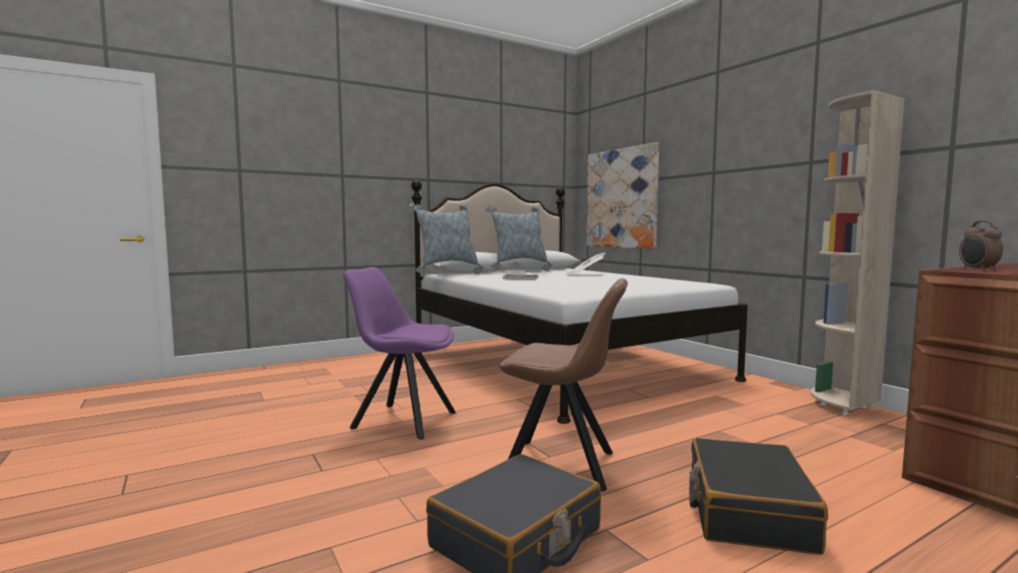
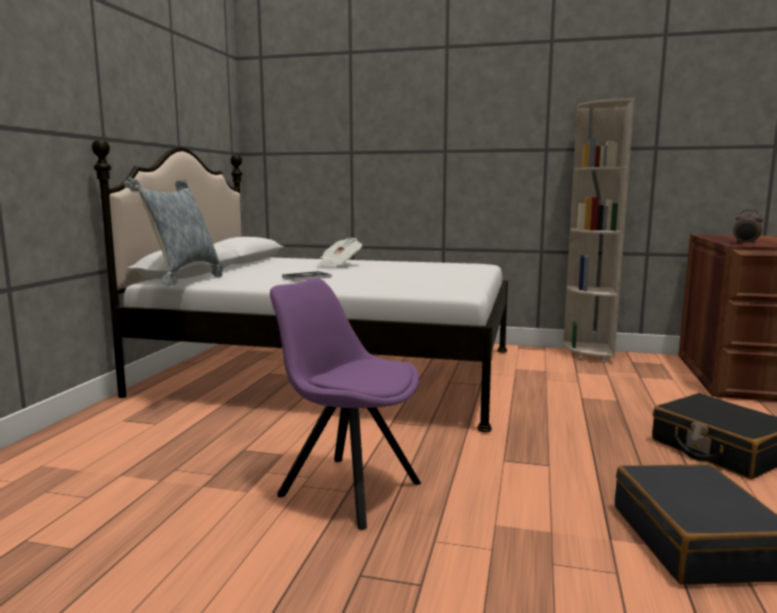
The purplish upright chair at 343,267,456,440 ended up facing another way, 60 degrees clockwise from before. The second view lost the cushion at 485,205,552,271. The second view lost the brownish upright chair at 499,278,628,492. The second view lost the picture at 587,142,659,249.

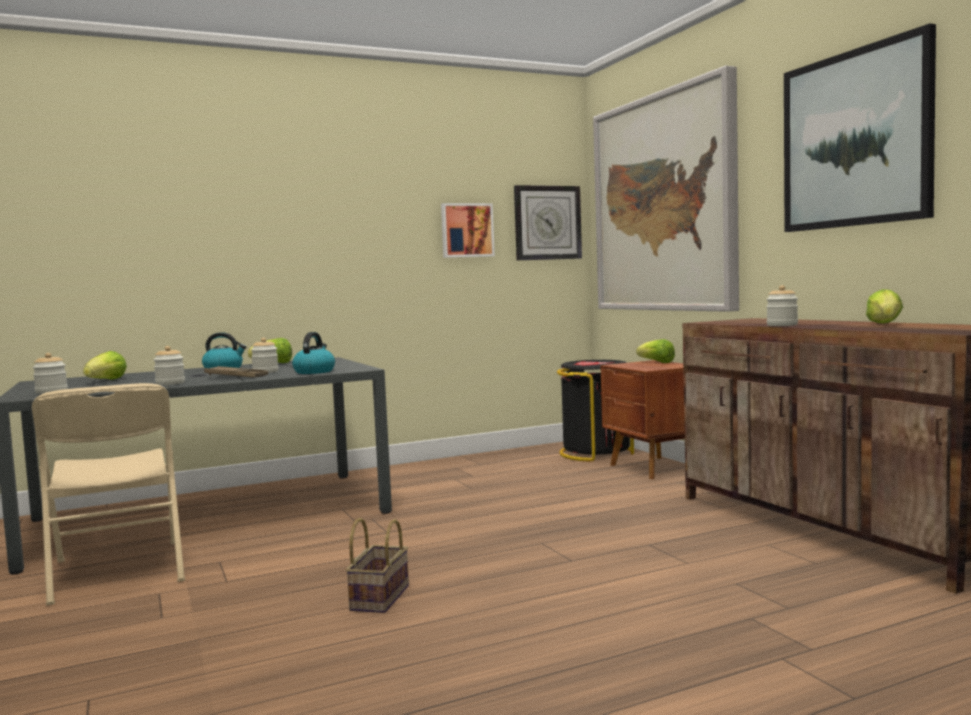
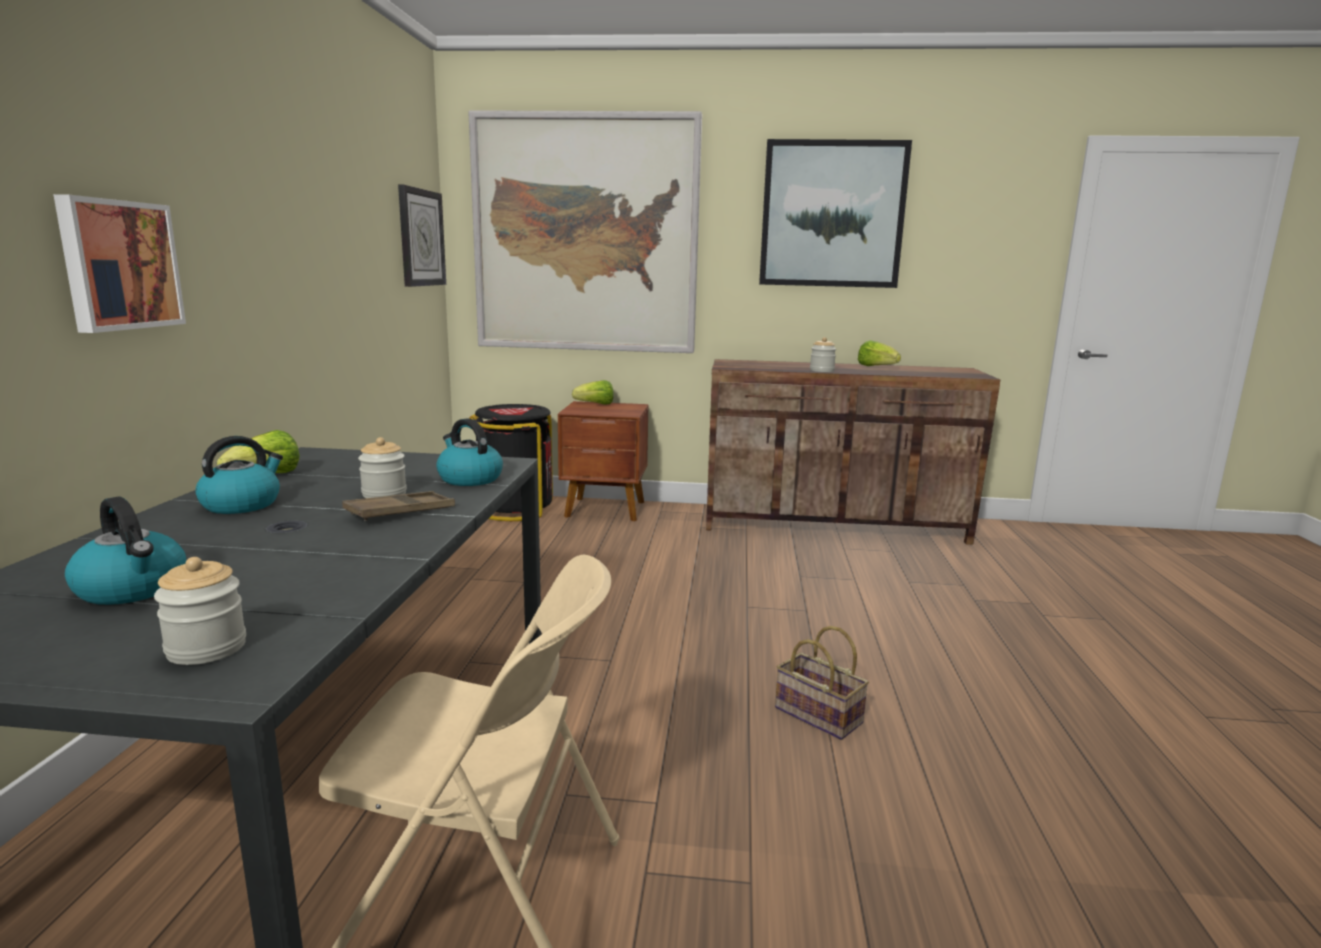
Where the head of lettuce stood at 83,351,127,380, the kettle came to stand at 65,497,186,605. The second view lost the preserve jar at 153,346,185,385. The picture ended up elsewhere, having gone from 441,203,495,258 to 53,194,186,333.

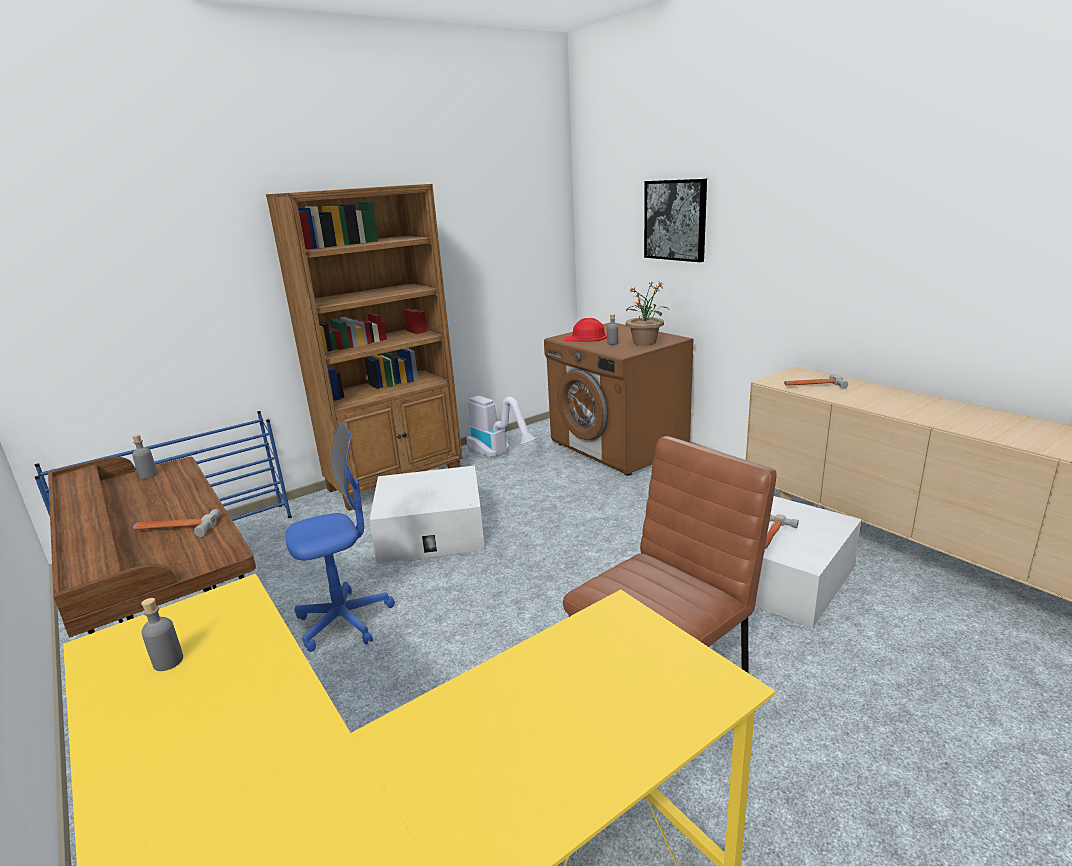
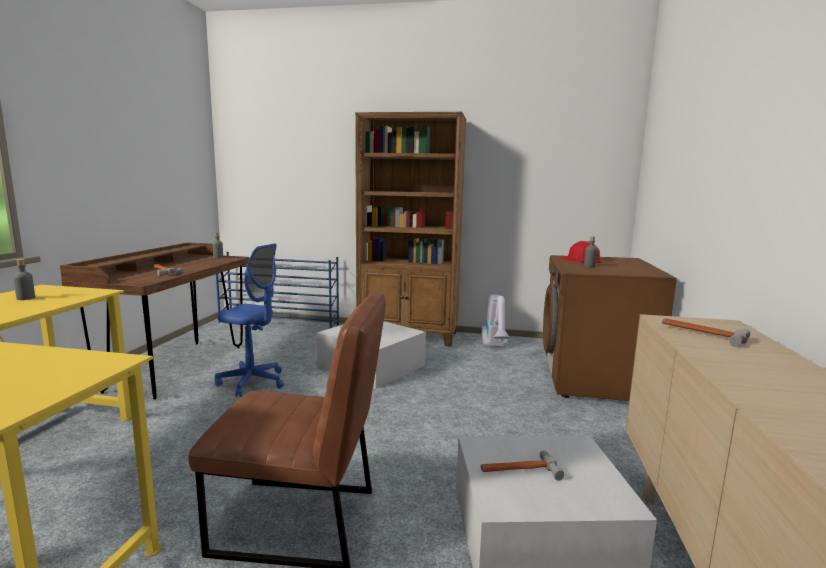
The second view lost the plant in a pot at 626,281,669,346. The second view lost the picture at 644,179,707,262.

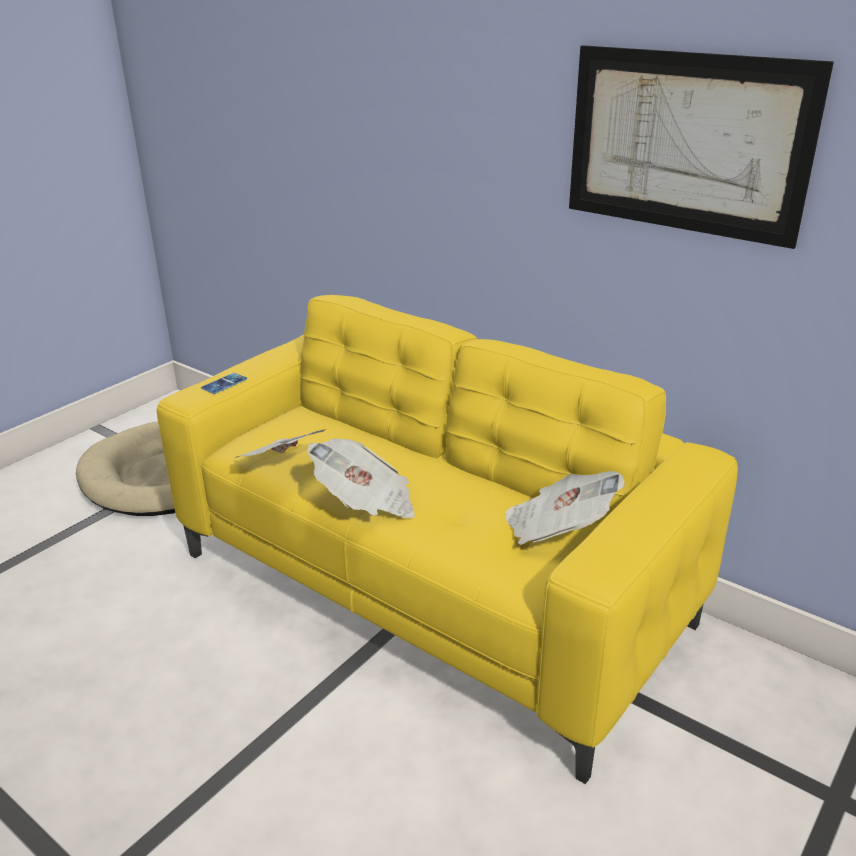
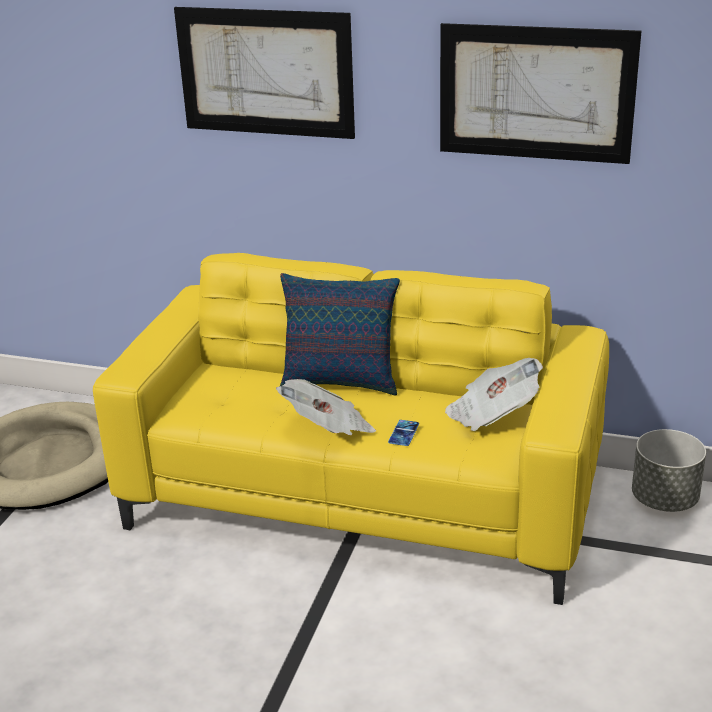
The phone ended up elsewhere, having gone from 201,373,247,394 to 388,420,419,446. The second view lost the printed paper at 234,429,326,458. The second view gained the picture at 174,7,355,139. The second view gained the bluish cushion at 280,273,400,395. The second view gained the greyish flower pot at 632,429,706,512.

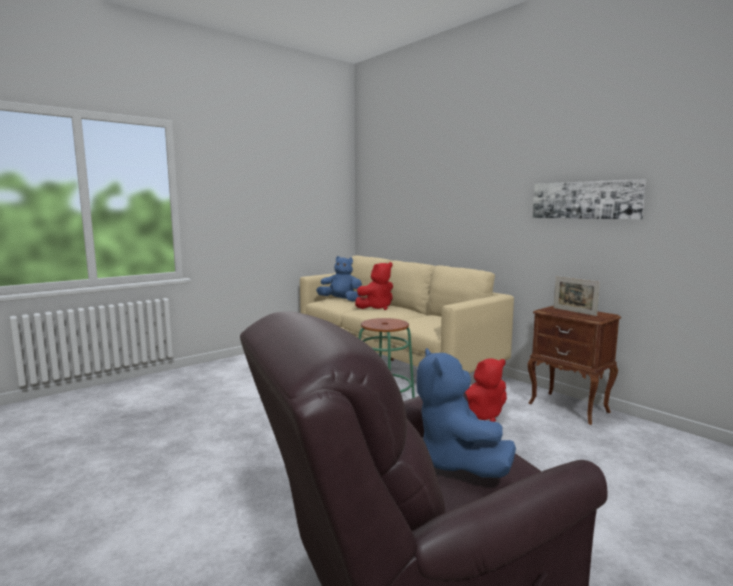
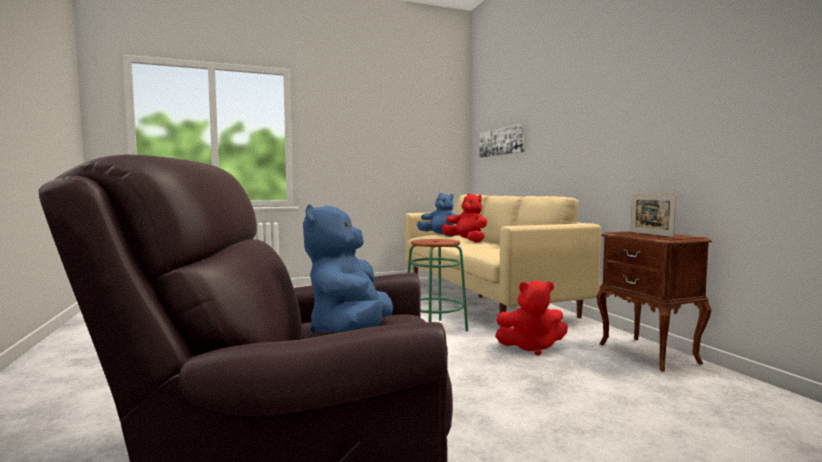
The reddish plush toy at 355,262,393,310 ended up facing another way, 120 degrees counterclockwise from before. The picture ended up elsewhere, having gone from 532,179,647,220 to 479,123,525,158.

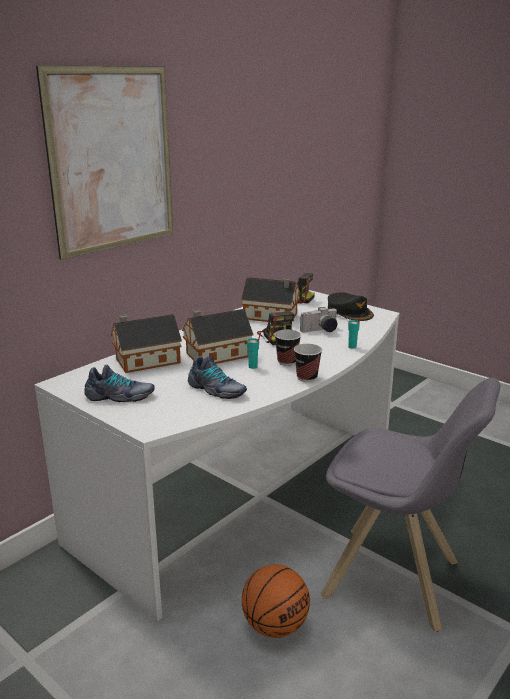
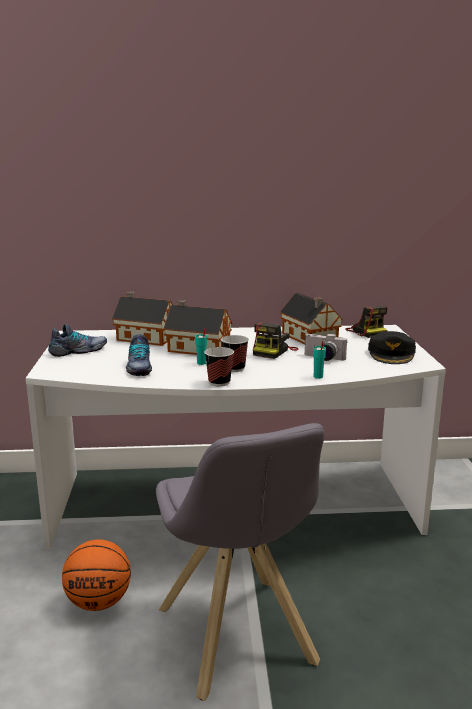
The second view lost the picture at 36,66,173,260. The shoe at 84,365,155,402 ended up facing another way, 75 degrees counterclockwise from before.

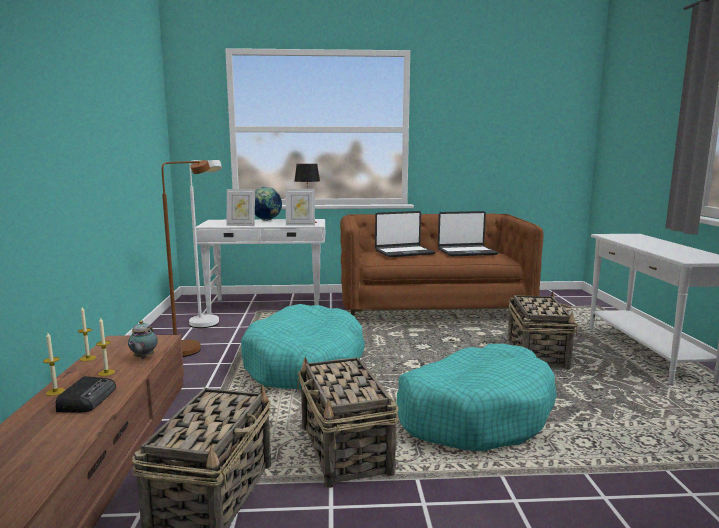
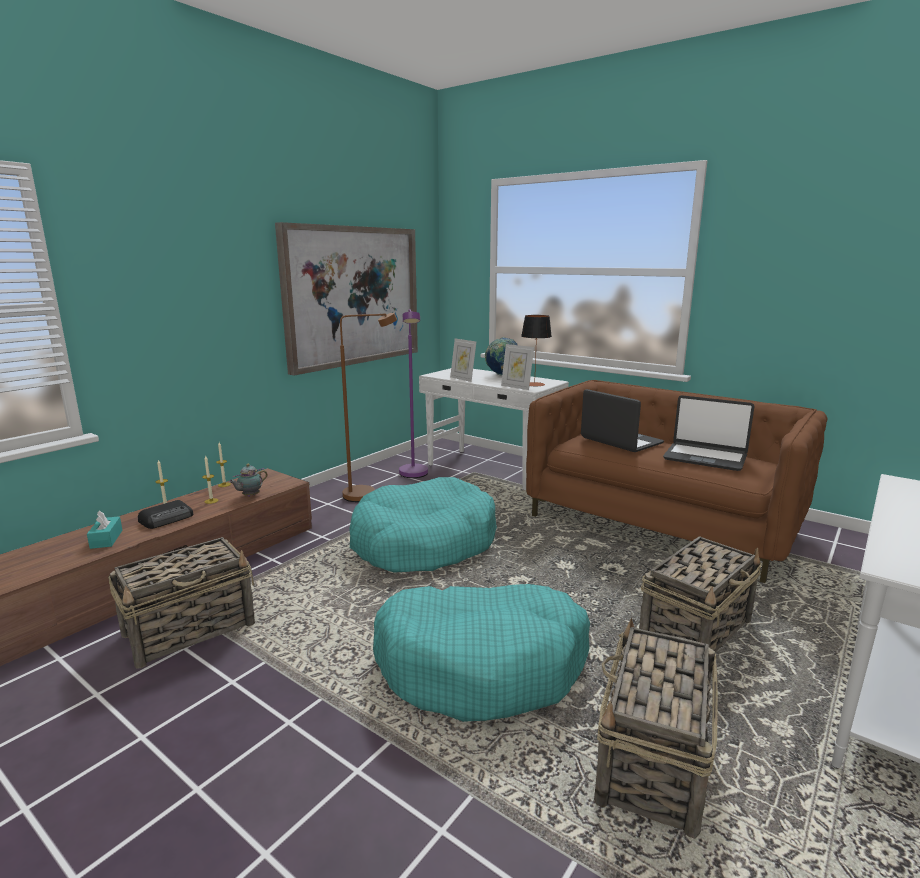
What was the white standard lamp at 189,160,222,328 turned into the purplish standard lamp at 399,309,428,478. The storage basket ended up elsewhere, having gone from 297,357,399,488 to 594,618,718,839. The laptop at 375,211,436,257 ended up facing another way, 150 degrees counterclockwise from before. The second view gained the blue-green tissue holder at 87,510,122,549. The second view gained the picture at 275,222,418,375.

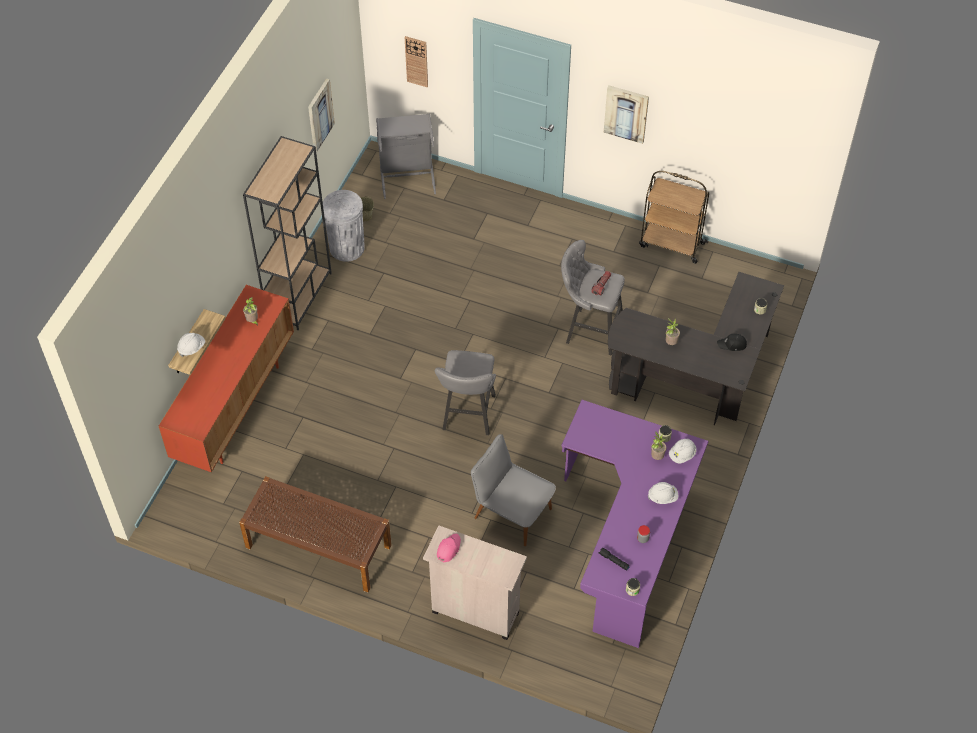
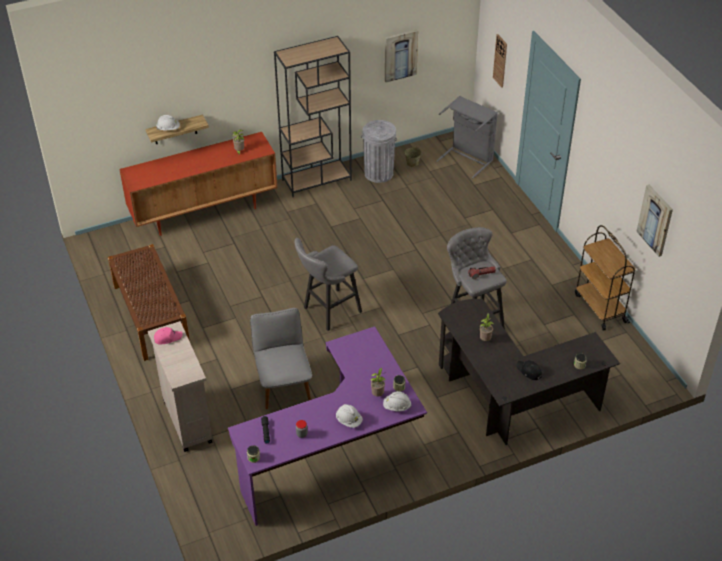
The picture ended up elsewhere, having gone from 603,85,649,144 to 636,185,673,257.

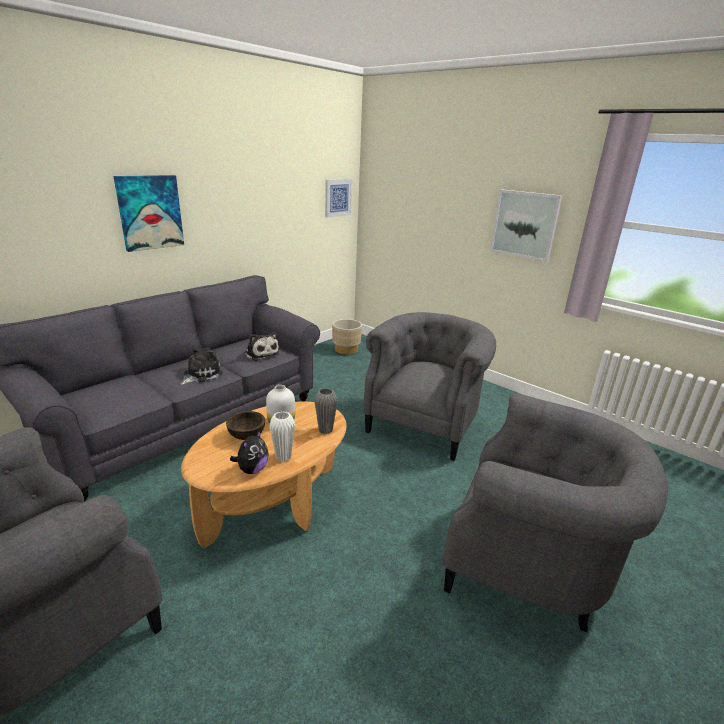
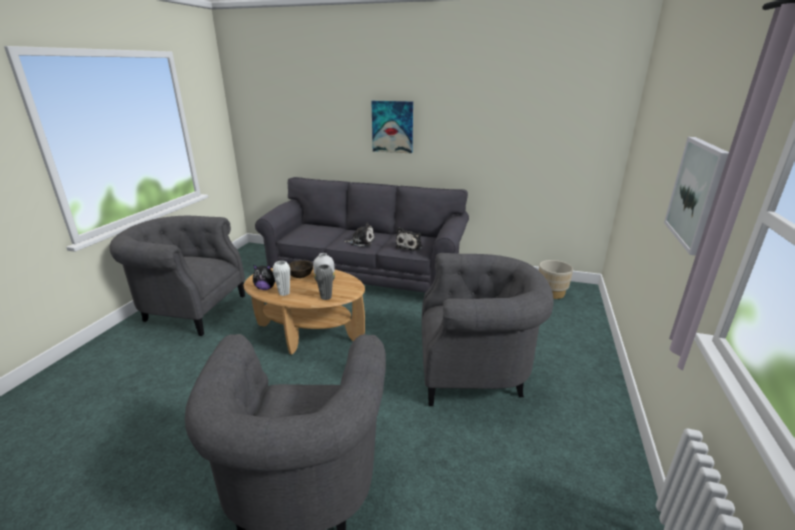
The second view lost the picture at 325,179,353,218.

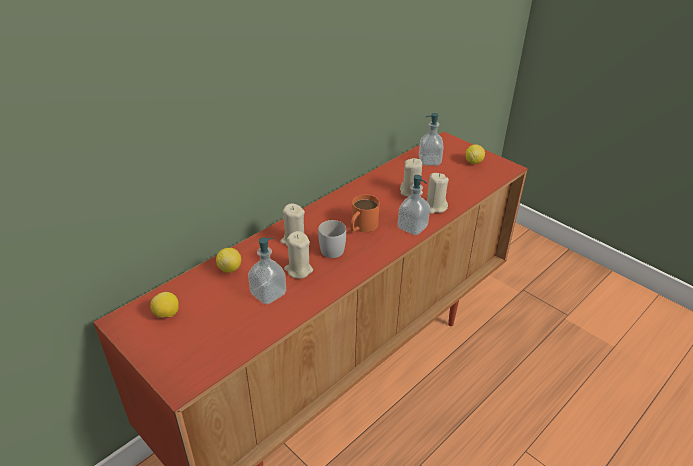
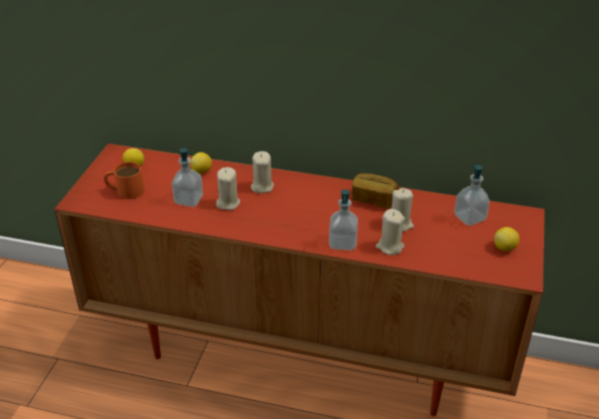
The second view lost the white tea mug at 318,220,346,258. The orange-coloured tea mug ended up elsewhere, having gone from 351,194,380,232 to 104,162,144,199. The second view gained the bakery bread at 352,173,399,209.

